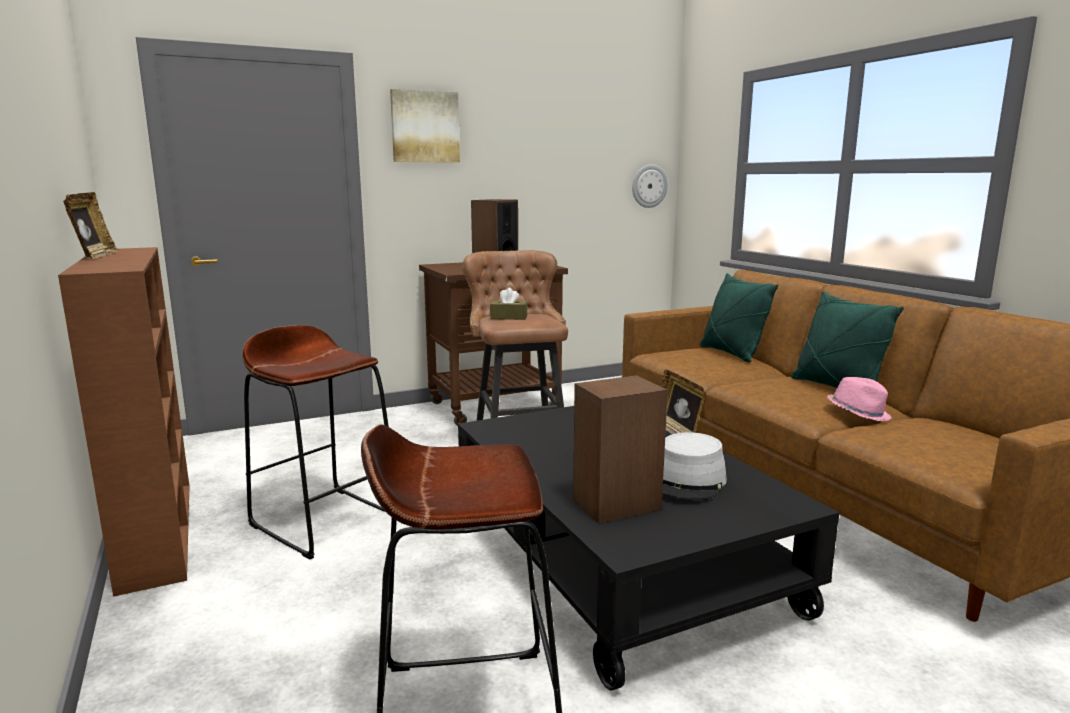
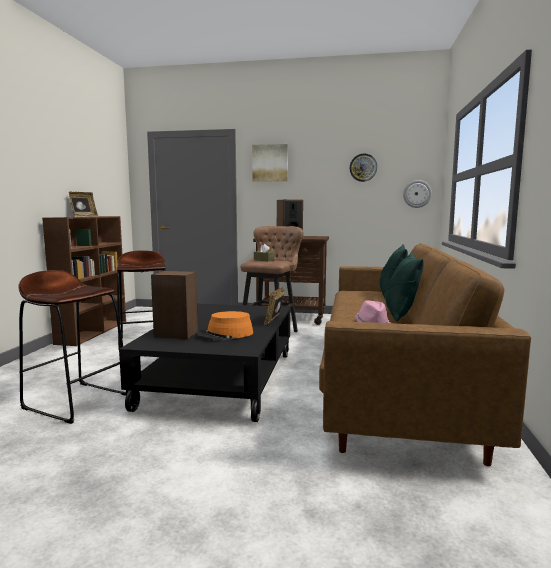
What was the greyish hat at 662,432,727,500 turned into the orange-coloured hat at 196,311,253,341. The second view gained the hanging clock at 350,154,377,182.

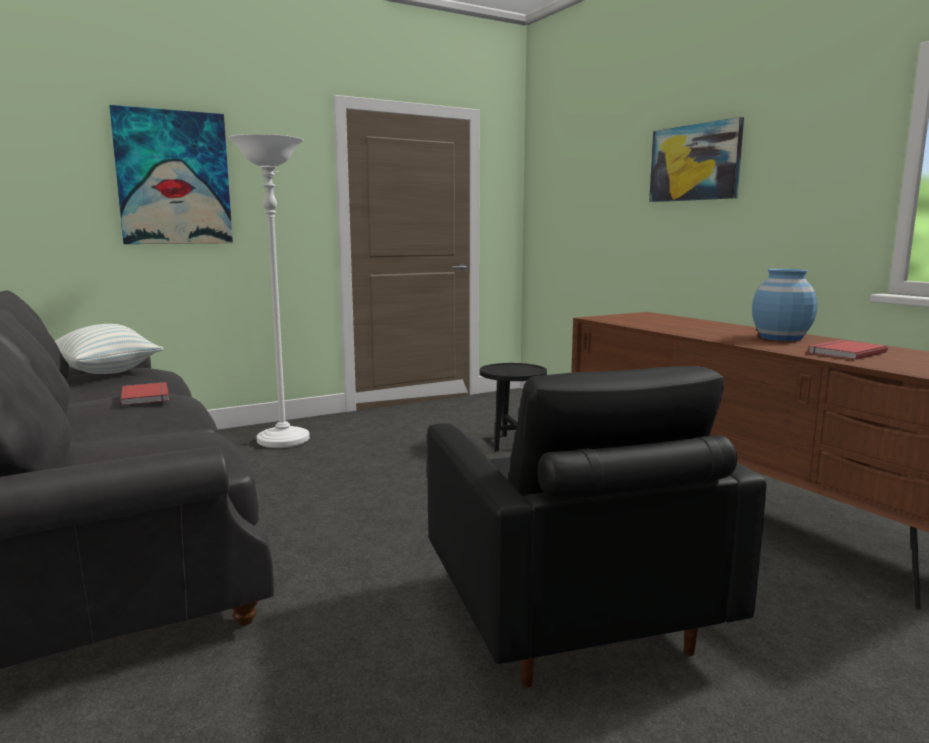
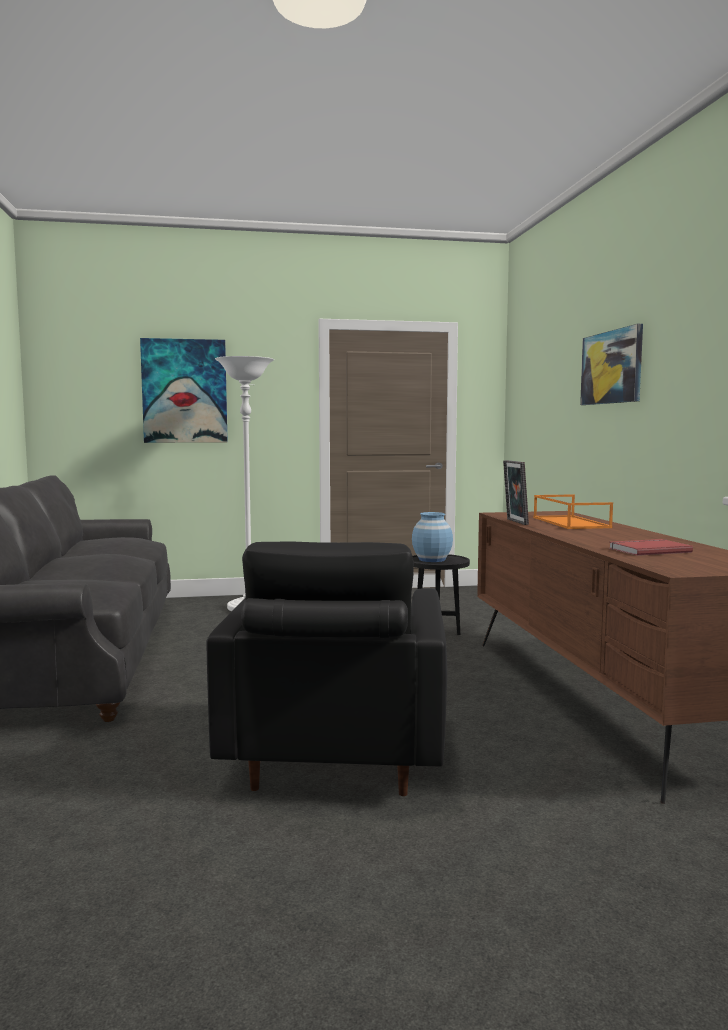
The second view lost the cushion at 55,324,164,374. The second view lost the reddish book at 121,382,169,405. The bluish flower vase ended up elsewhere, having gone from 752,269,817,341 to 412,512,453,562. The second view gained the standing frame at 503,460,529,525. The second view gained the orange-coloured serving tray at 534,494,613,529.

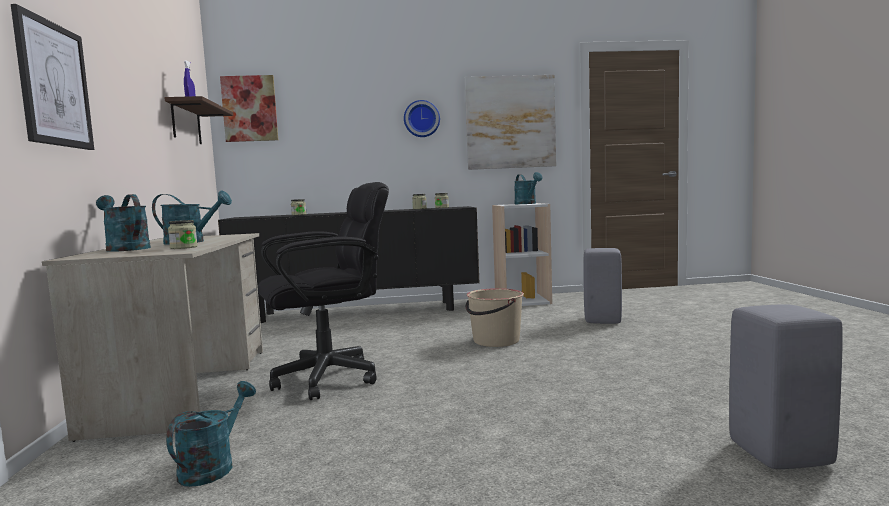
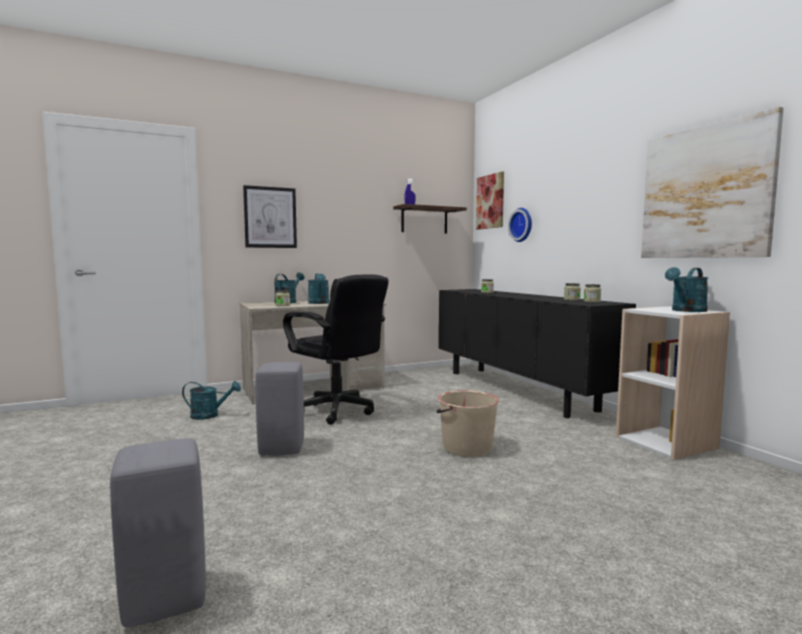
The hanging clock ended up elsewhere, having gone from 404,100,440,137 to 508,208,532,242. The greyish sitting stool ended up elsewhere, having gone from 583,248,622,324 to 255,362,304,456.

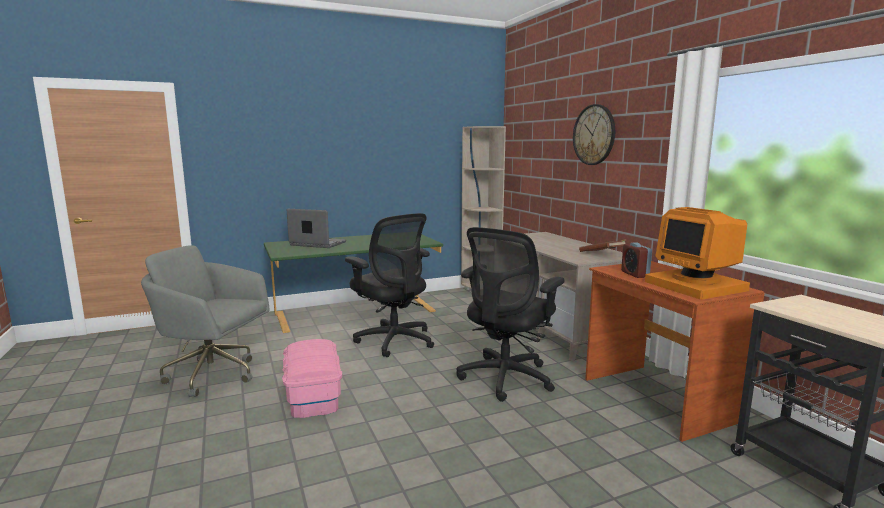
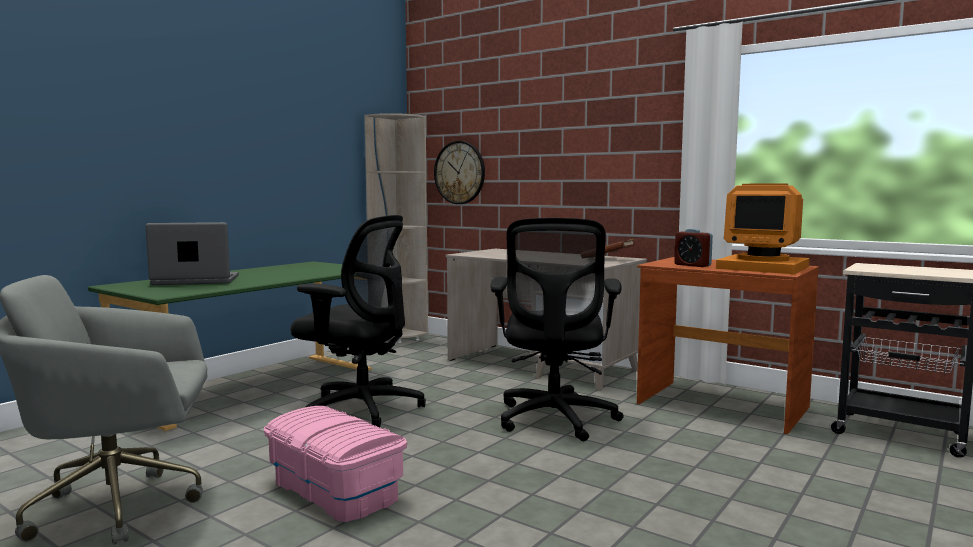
The hanging clock ended up elsewhere, having gone from 573,104,615,165 to 434,141,485,204.

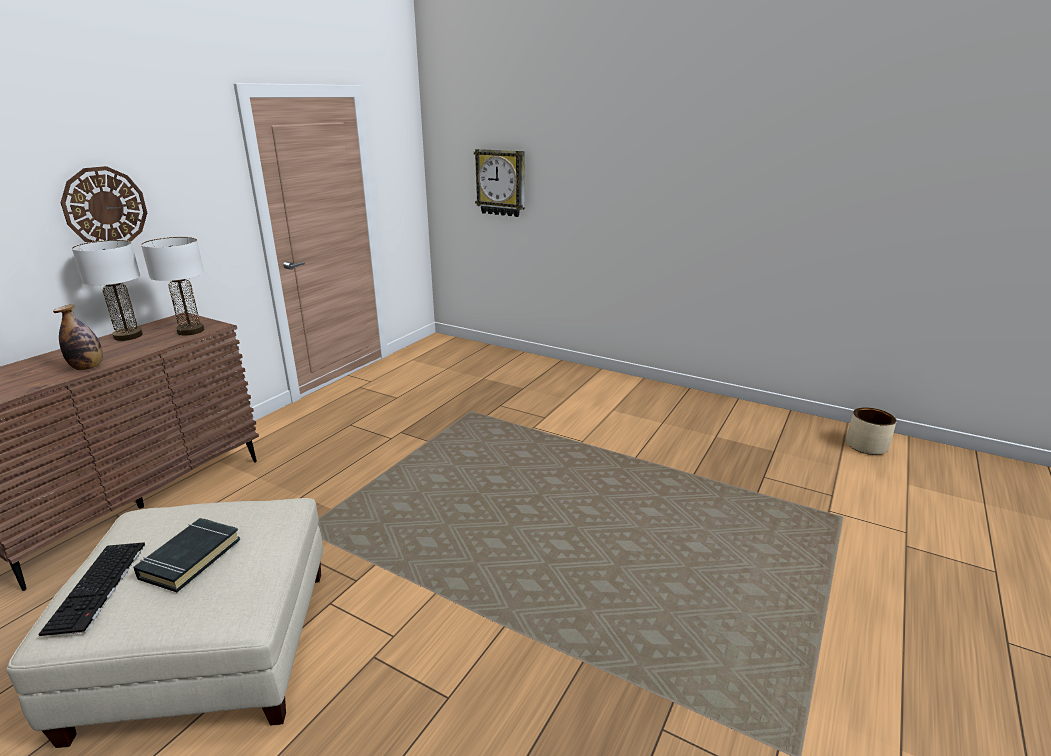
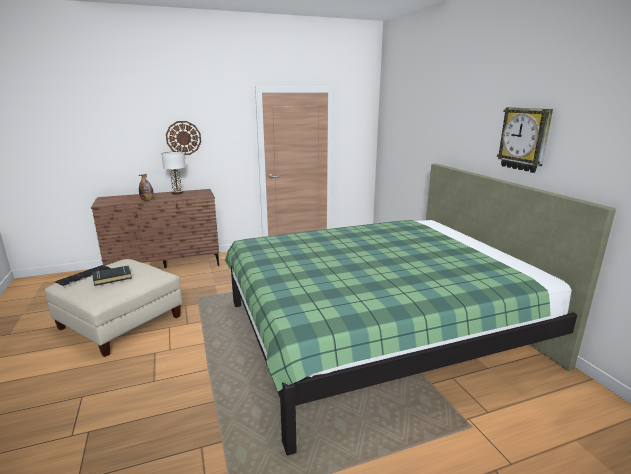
The second view lost the table lamp at 141,237,204,335. The hanging clock ended up elsewhere, having gone from 474,149,525,217 to 497,107,553,173. The second view lost the sand-coloured flower pot at 846,407,897,455. The second view gained the green sleeping bed at 225,163,616,456.

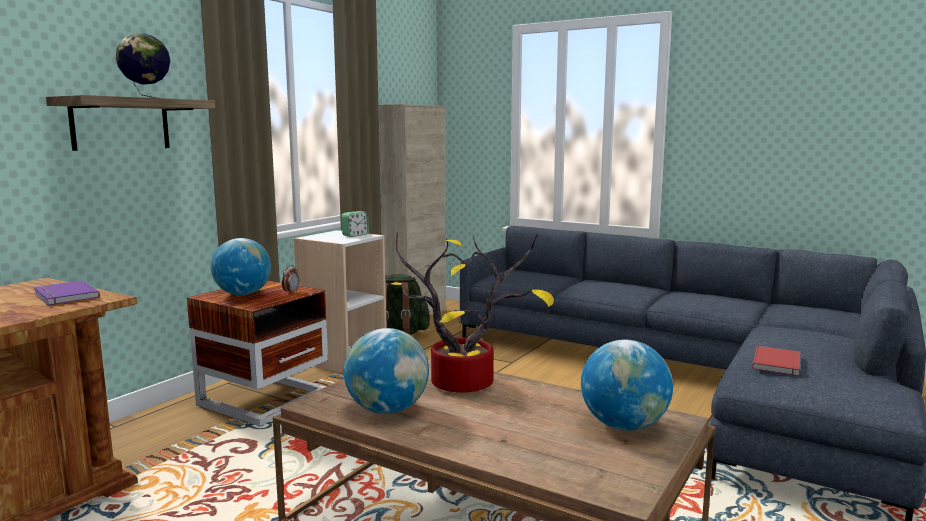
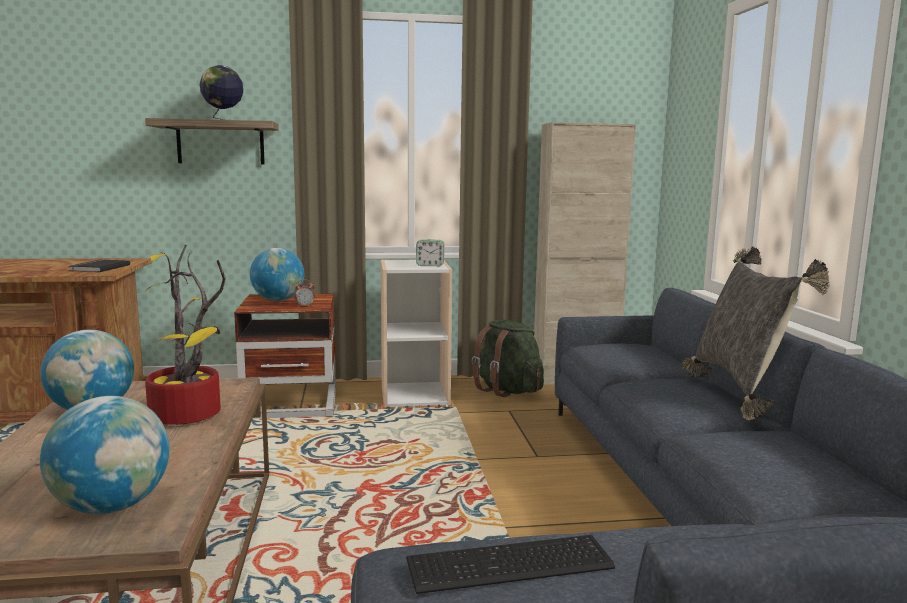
What was the purplish book at 33,281,100,306 turned into the black-coloured book at 69,259,130,272. Where the reddish book stood at 752,346,800,376, the computer keyboard came to stand at 406,535,615,594. The second view gained the cushion at 681,246,830,420.

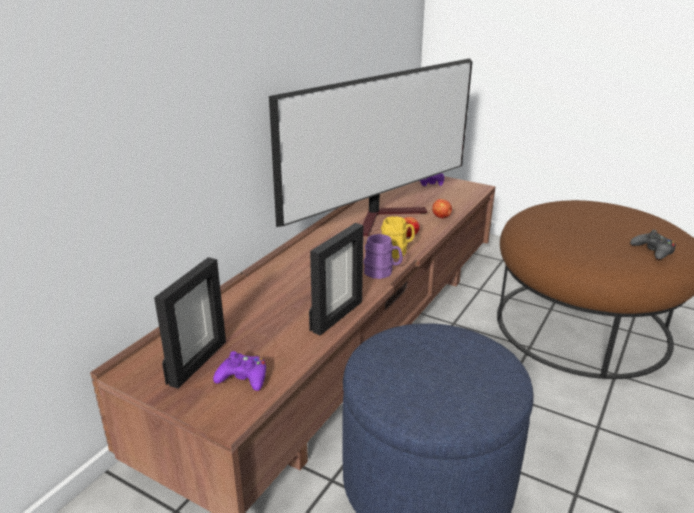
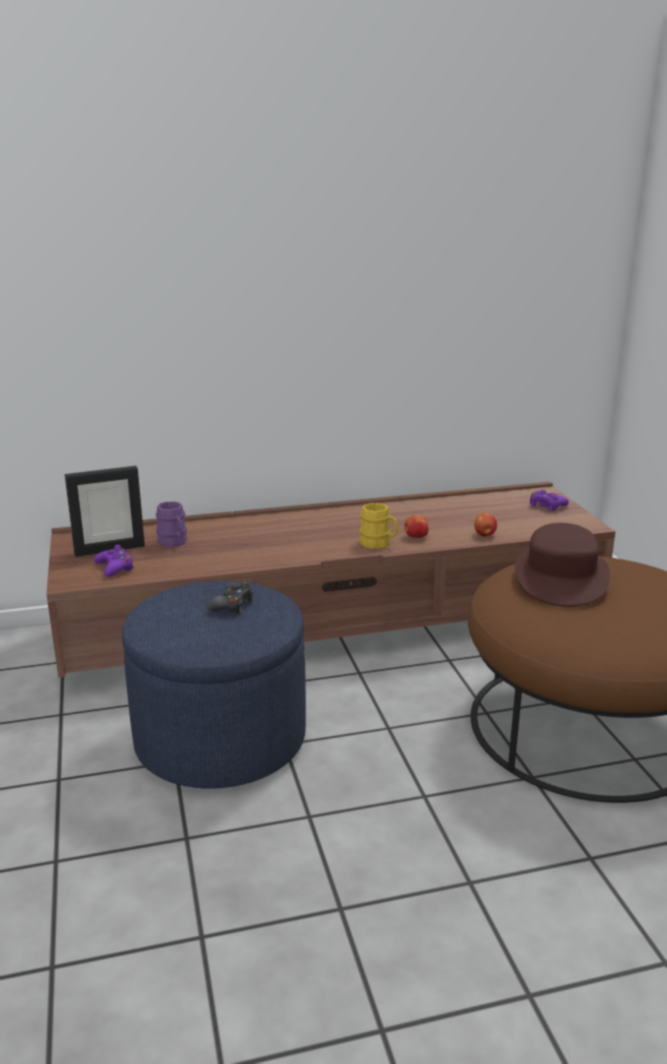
The second view lost the television at 269,58,472,236. The second view lost the standing frame at 309,223,363,336. The purplish tea mug ended up elsewhere, having gone from 364,234,403,279 to 156,501,187,547. The black-coloured gamepad ended up elsewhere, having gone from 630,230,676,259 to 207,581,254,614. The second view gained the brownish hat at 515,523,610,607.

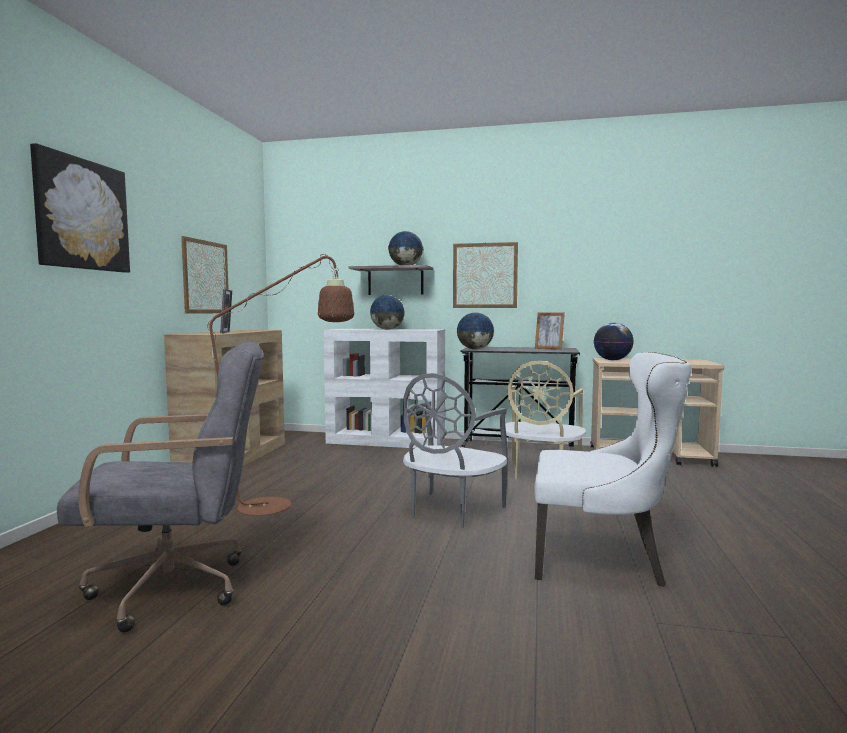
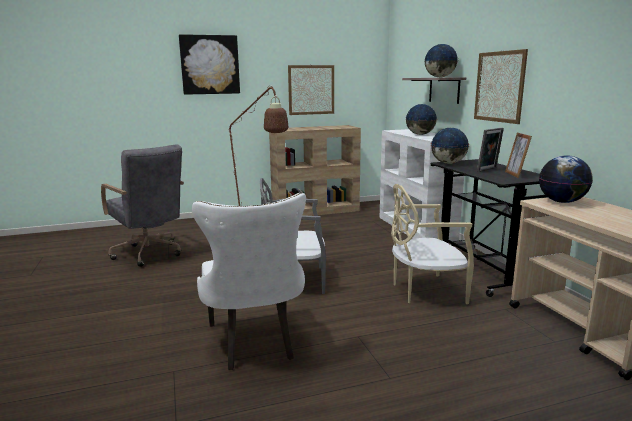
The standing frame ended up elsewhere, having gone from 220,289,232,333 to 477,128,504,172.

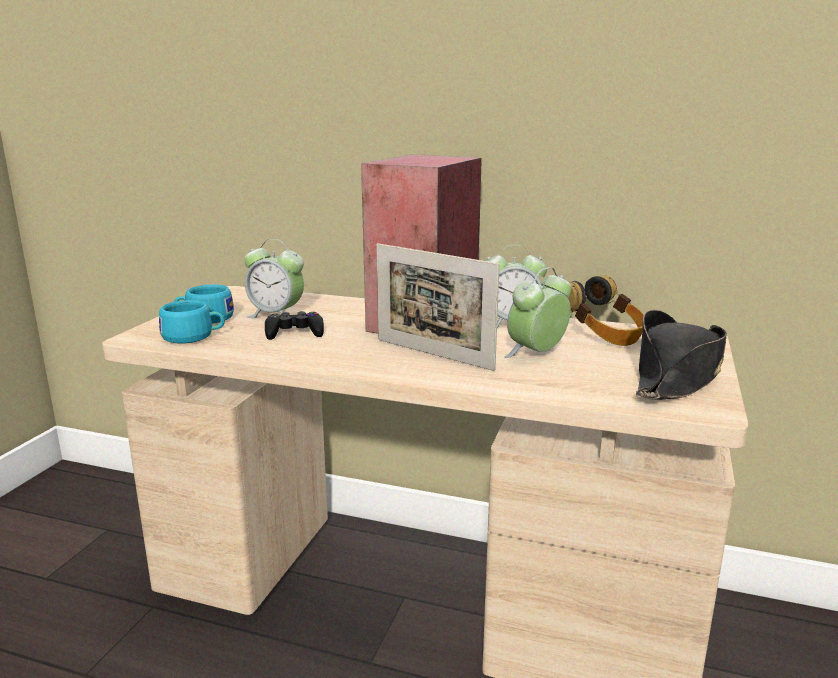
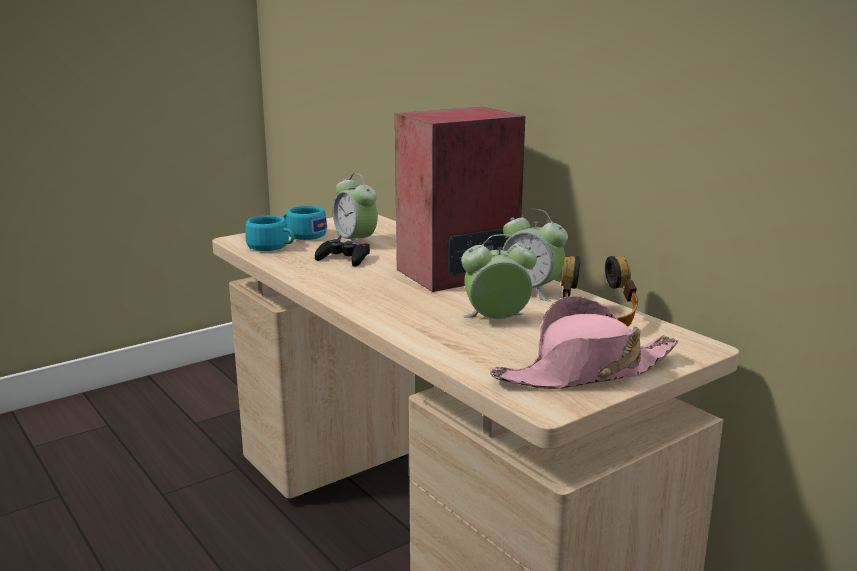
The second view lost the standing frame at 377,243,500,371. What was the black-coloured hat at 636,310,727,400 turned into the pink hat at 490,296,679,389.

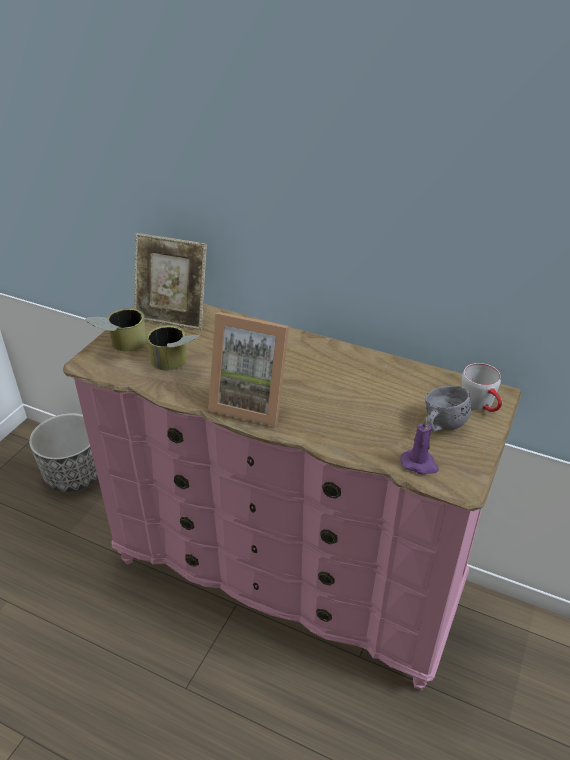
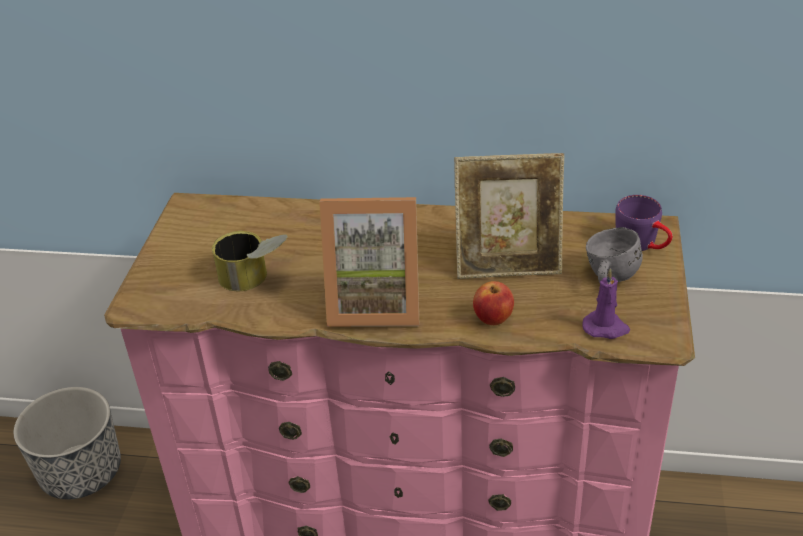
The second view lost the metal can at 85,308,147,352. The standing frame ended up elsewhere, having gone from 134,233,207,330 to 454,153,564,279. What was the greyish tea mug at 461,363,502,412 turned into the purplish tea mug at 615,195,673,251. The second view gained the apple fruit at 473,281,514,325.

